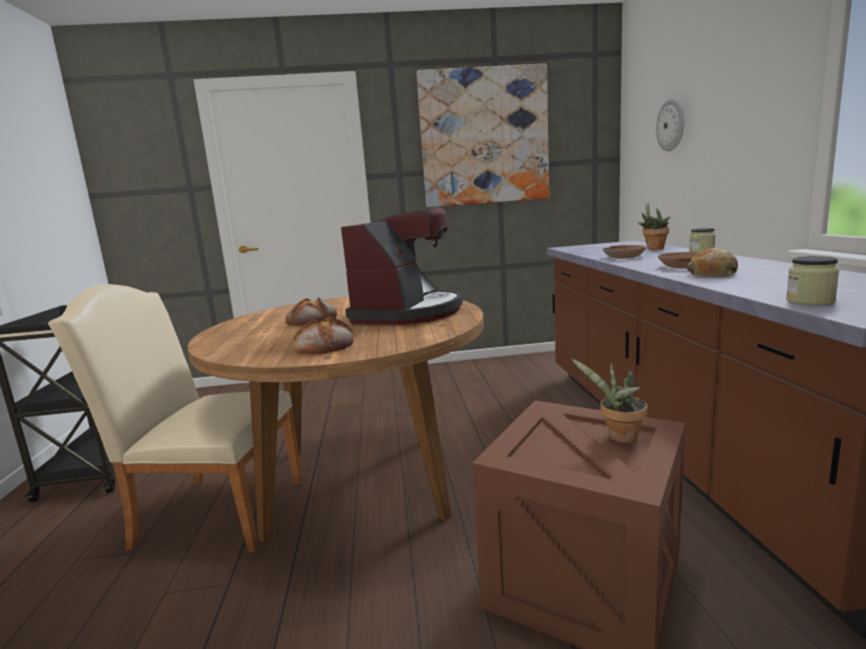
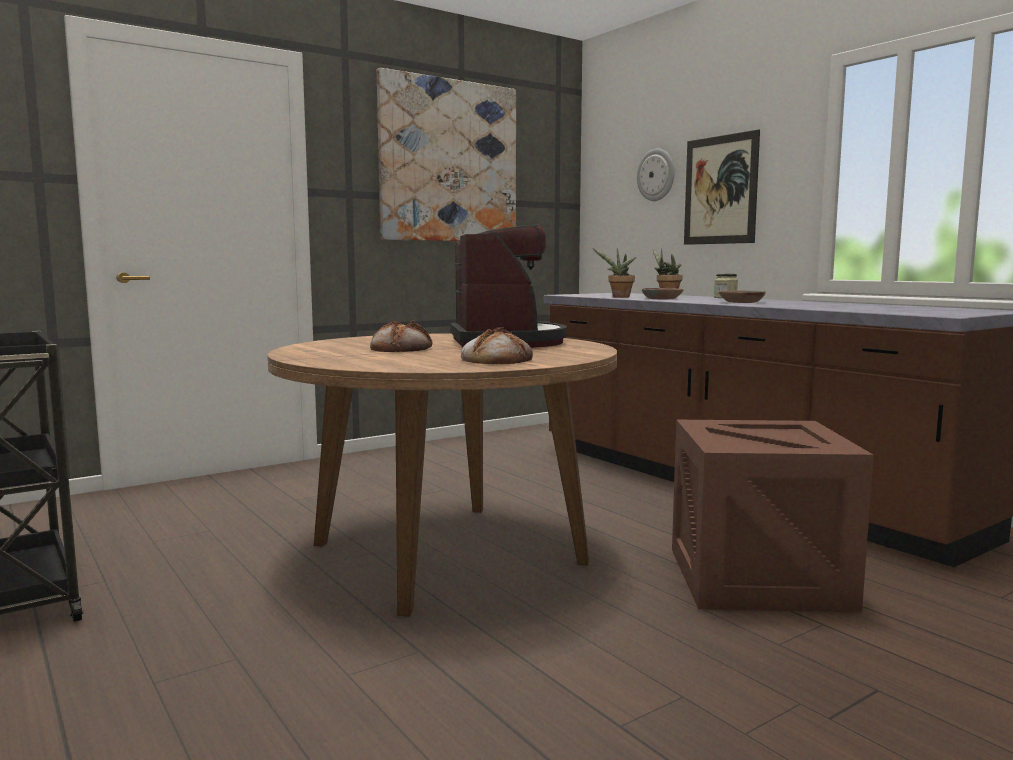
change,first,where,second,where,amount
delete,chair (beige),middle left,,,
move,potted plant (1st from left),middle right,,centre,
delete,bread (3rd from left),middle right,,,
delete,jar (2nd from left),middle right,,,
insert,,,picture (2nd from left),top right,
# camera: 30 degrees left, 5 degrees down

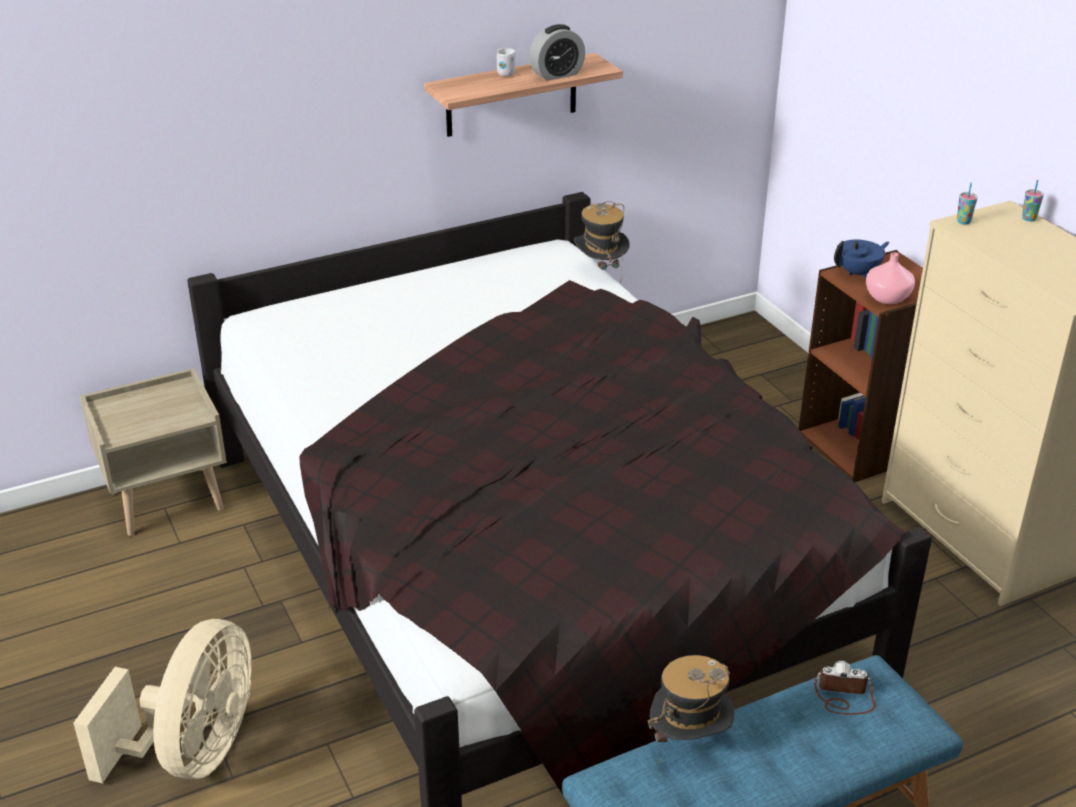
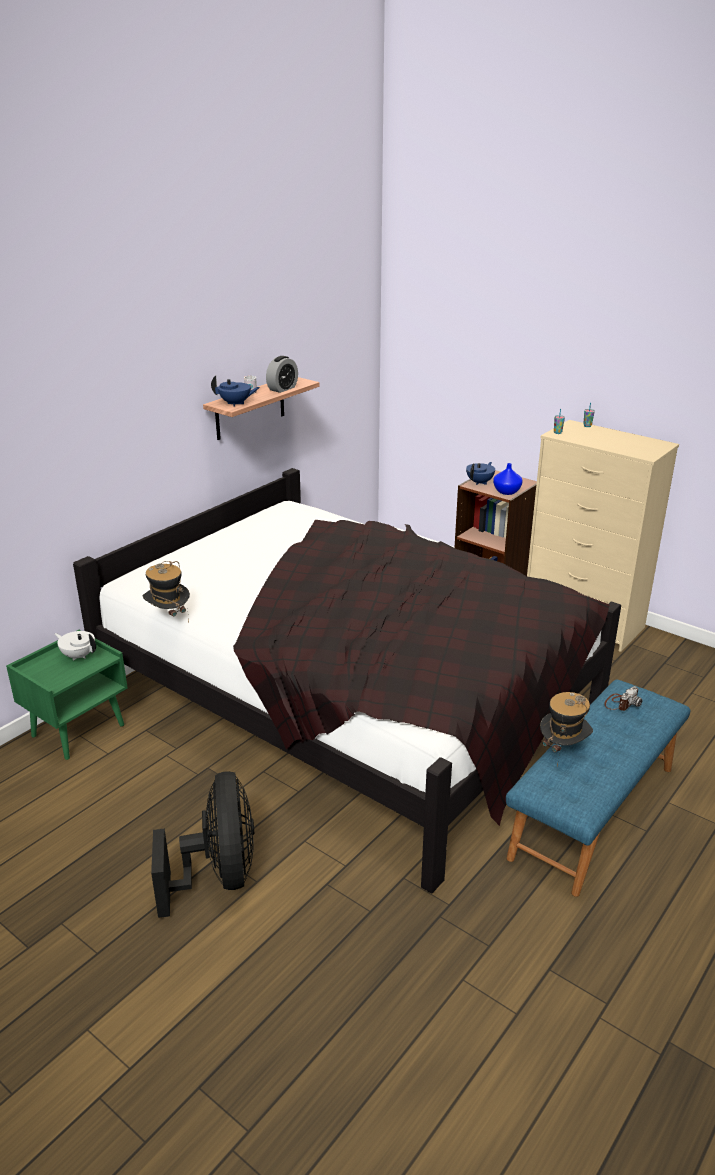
change,first,where,second,where,amount
recolor,fan (beige),bottom left,fan (black),bottom left,
recolor,nightstand (beige),middle left,nightstand (green),middle left,
move,hat (1st from left),top centre,,middle left,
rotate,photo camera,bottom right,,middle right,150 degrees clockwise
recolor,vase (pink),middle right,vase (blue),middle right,
insert,,,teapot (white),middle left,
insert,,,teapot (blue) (1st from left),top left,
# camera: 25 degrees left, 5 degrees down

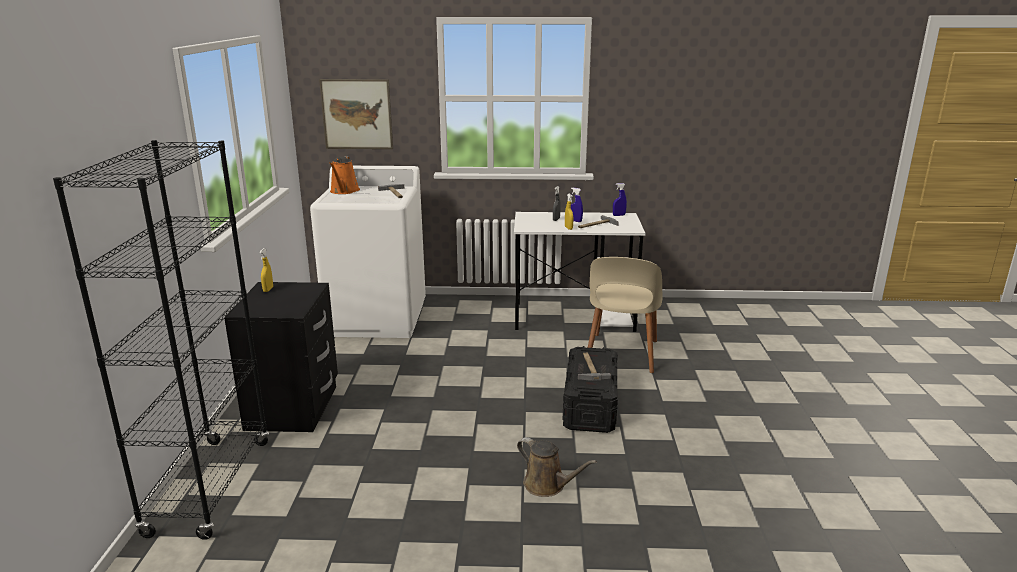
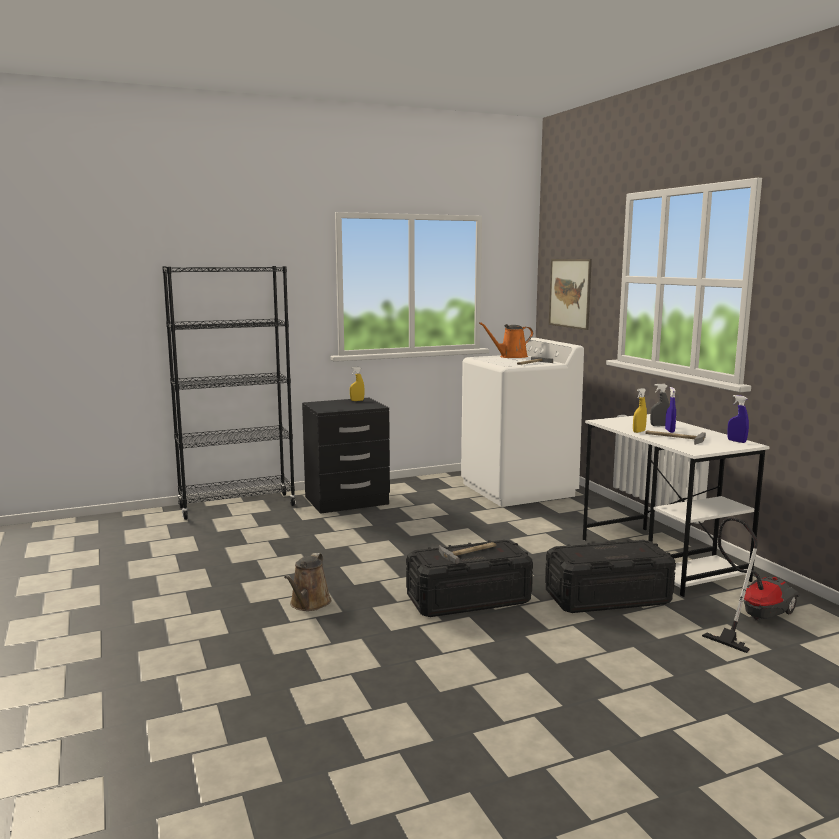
change,first,where,second,where,amount
replace,chair (beige),centre,storage box (black) (2nd from left),bottom right,
insert,,,vacuum cleaner,bottom right,
# camera: 65 degrees right, 10 degrees down

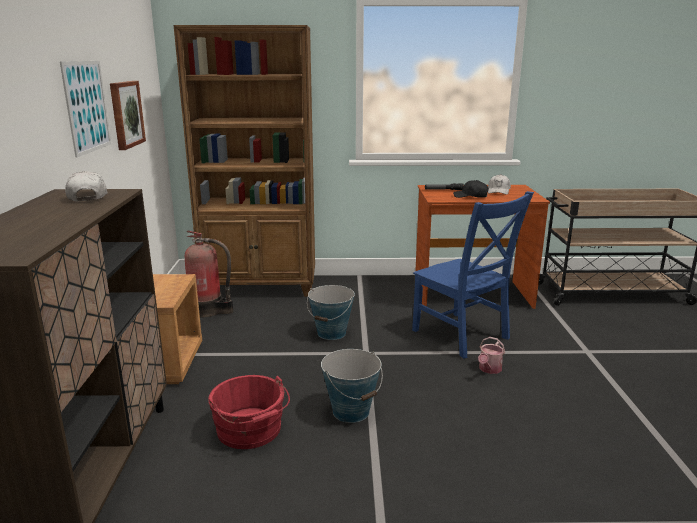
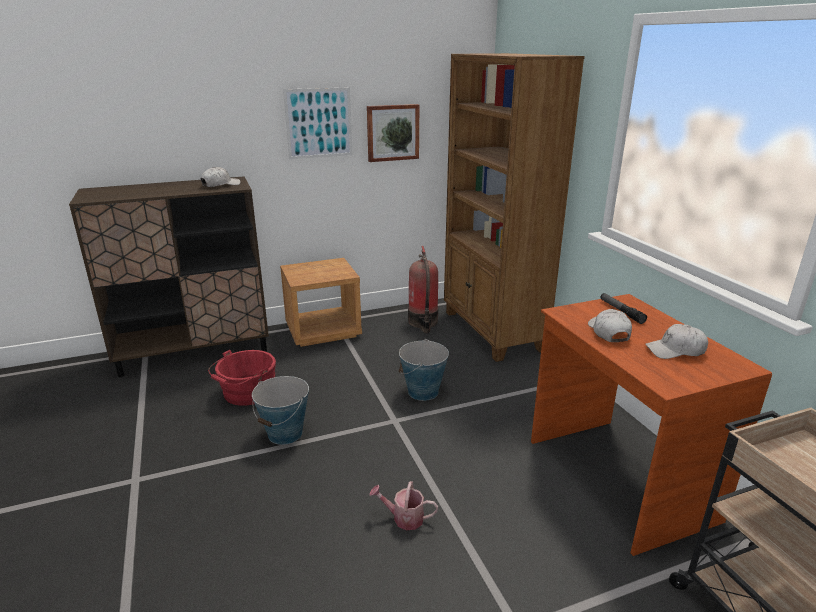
change,first,where,second,where,amount
delete,chair (blue),middle right,,,
recolor,cap (black),middle right,cap (white) (2nd from left),middle right,
# camera: 70 degrees right, 5 degrees up

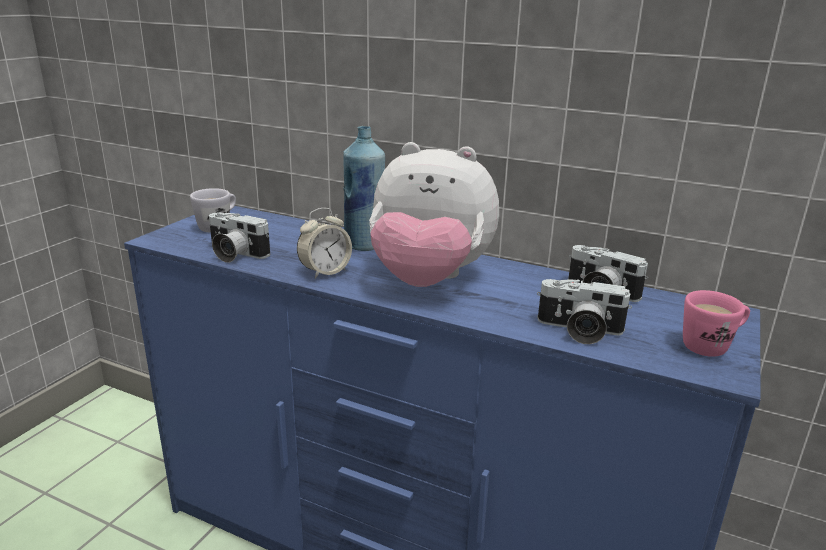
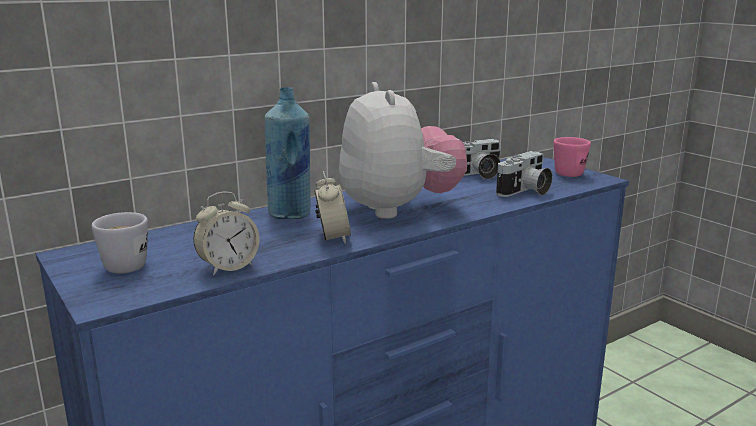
change,first,where,second,where,amount
replace,photo camera (1st from left),middle left,alarm clock (1st from left),middle left,
rotate,plush toy,centre,,centre,60 degrees counterclockwise
# camera: 60 degrees left, 5 degrees down

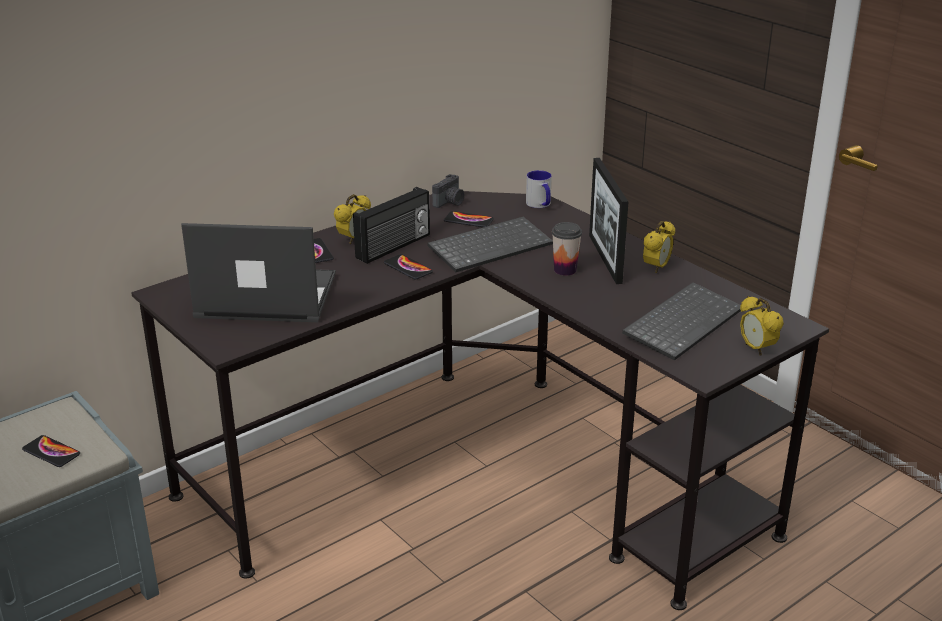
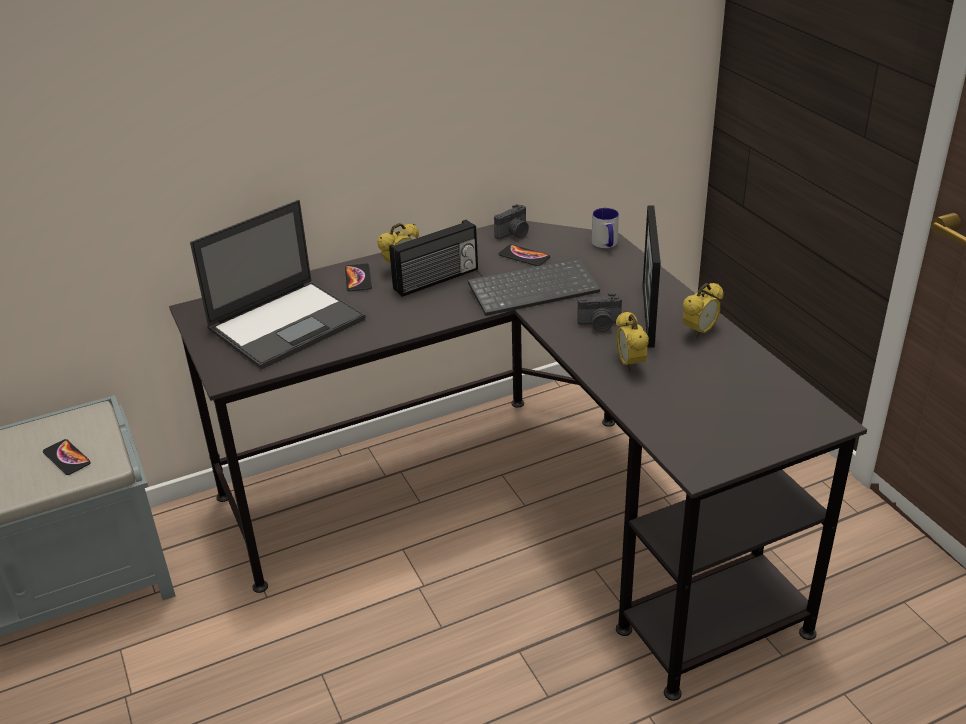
change,first,where,second,where,amount
rotate,laptop,middle left,,middle left,120 degrees clockwise
delete,phone (3rd from left),centre,,,
replace,cup,centre,photo camera (2nd from left),centre,
delete,keyboard (2nd from left),middle right,,,
move,alarm clock (3rd from left in the first image),middle right,alarm clock (2nd from left),centre,
# camera: 15 degrees right, 5 degrees up

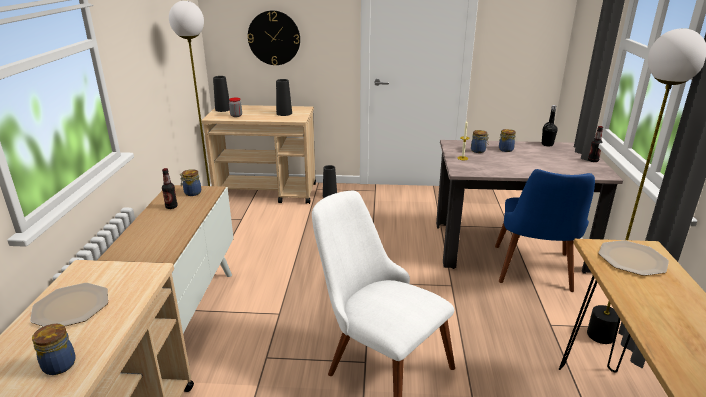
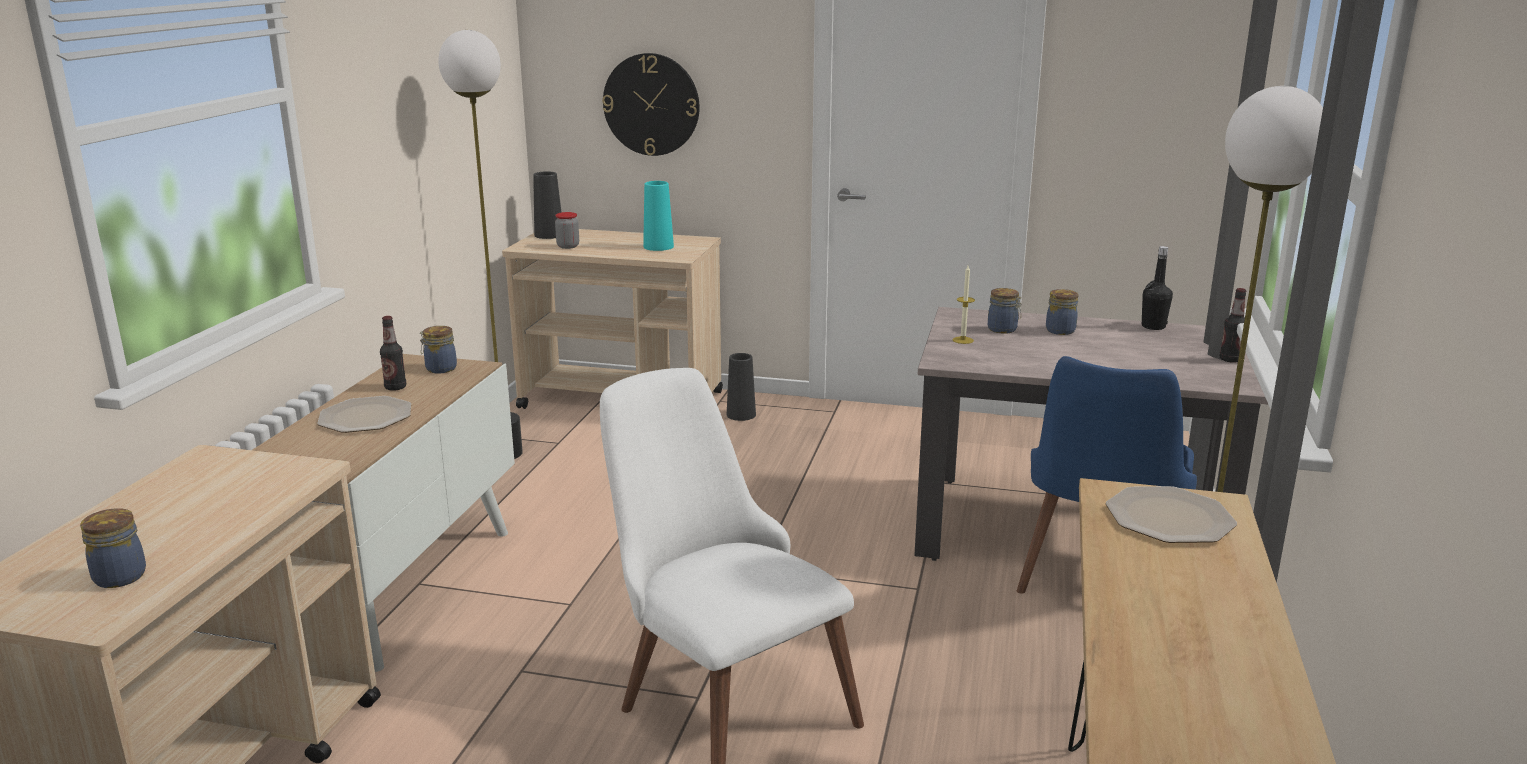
change,first,where,second,where,amount
move,plate (1st from left),bottom left,,middle left,
recolor,vase (black) (2nd from left),top centre,vase (turquoise),top centre,
# camera: 10 degrees right, 5 degrees down

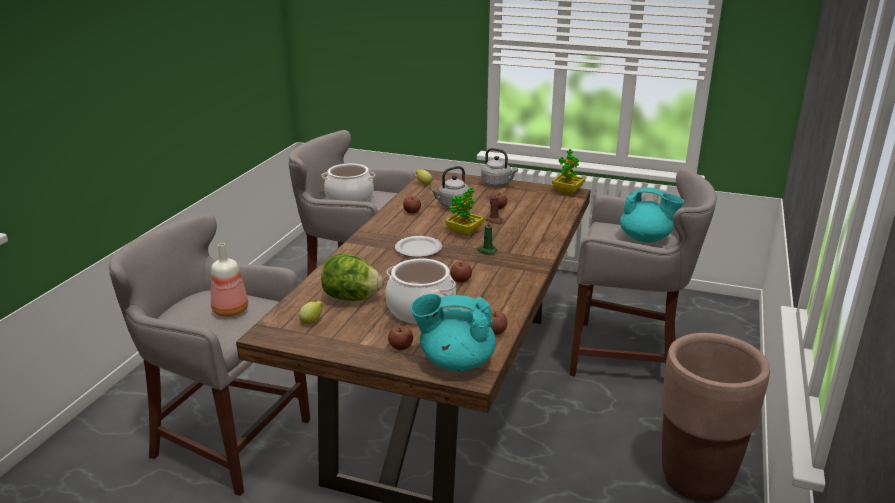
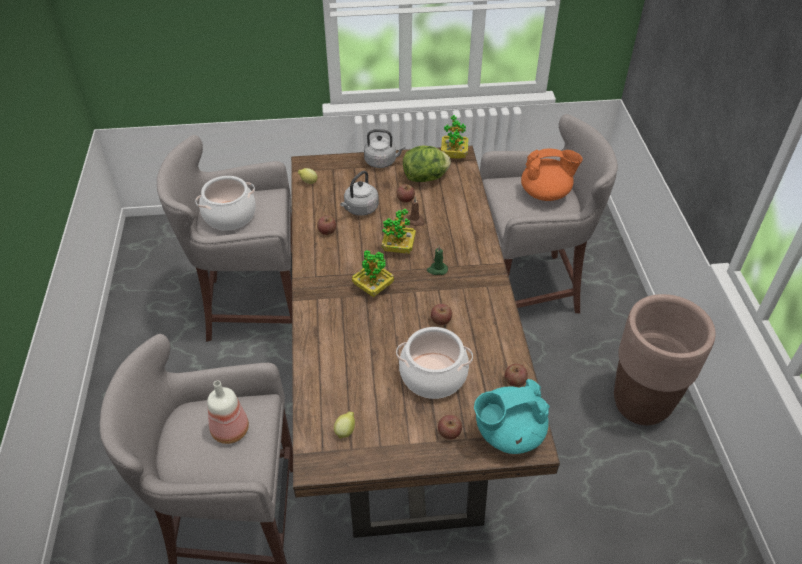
change,first,where,second,where,amount
move,lettuce,centre,,top centre,
replace,plate,centre,potted plant (1st from left),centre,
recolor,teapot (turquoise) (2nd from left),middle right,teapot (orange),top right,
# camera: 25 degrees left, 20 degrees up

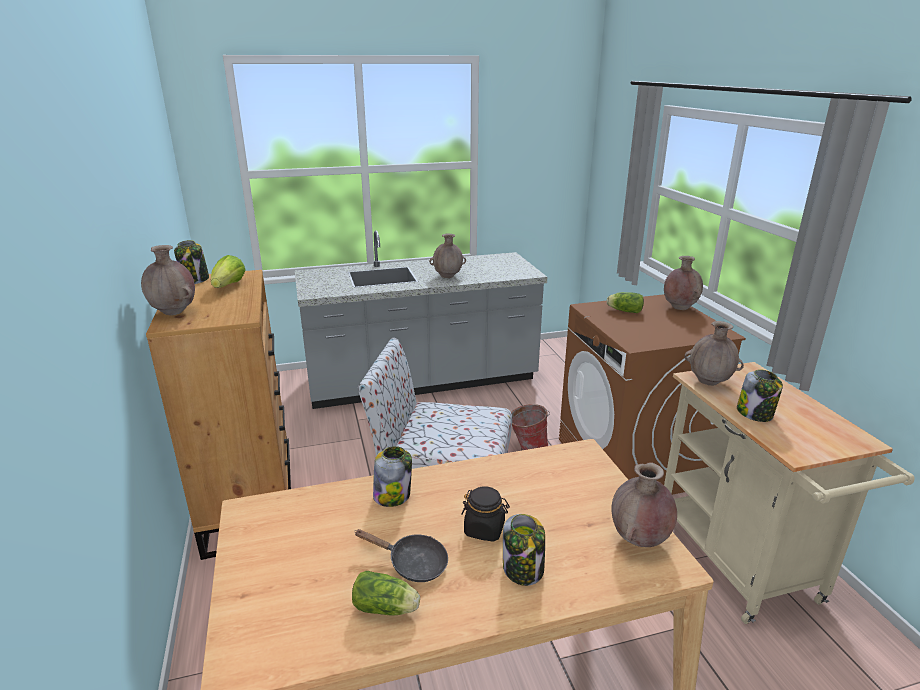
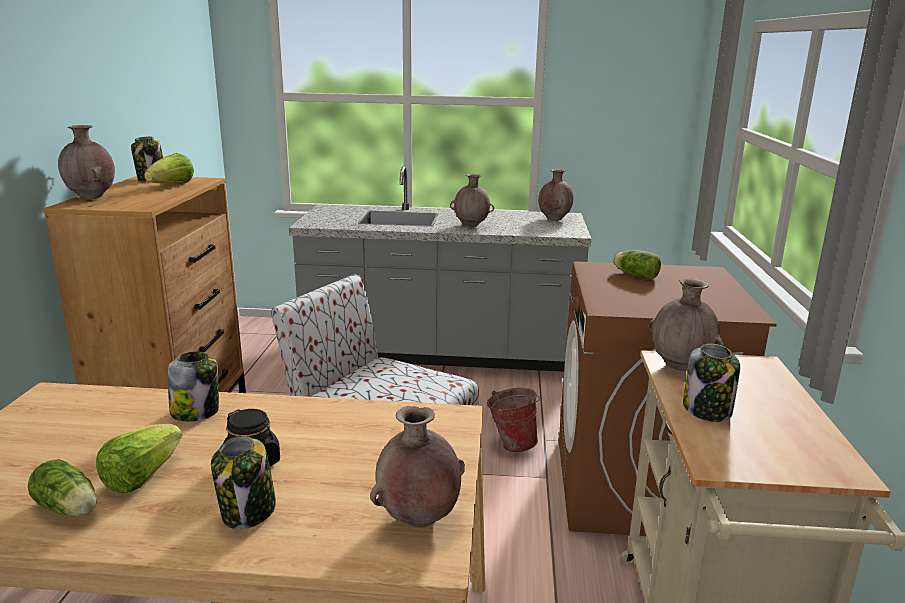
change,first,where,second,where,amount
replace,frying pan (black),bottom centre,lettuce (2nd from left),bottom left,
move,vase (brown) (4th from left),middle right,,top centre,
# camera: 20 degrees right, 5 degrees down

